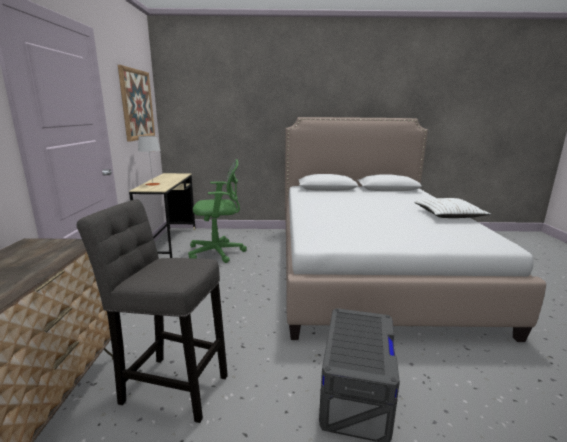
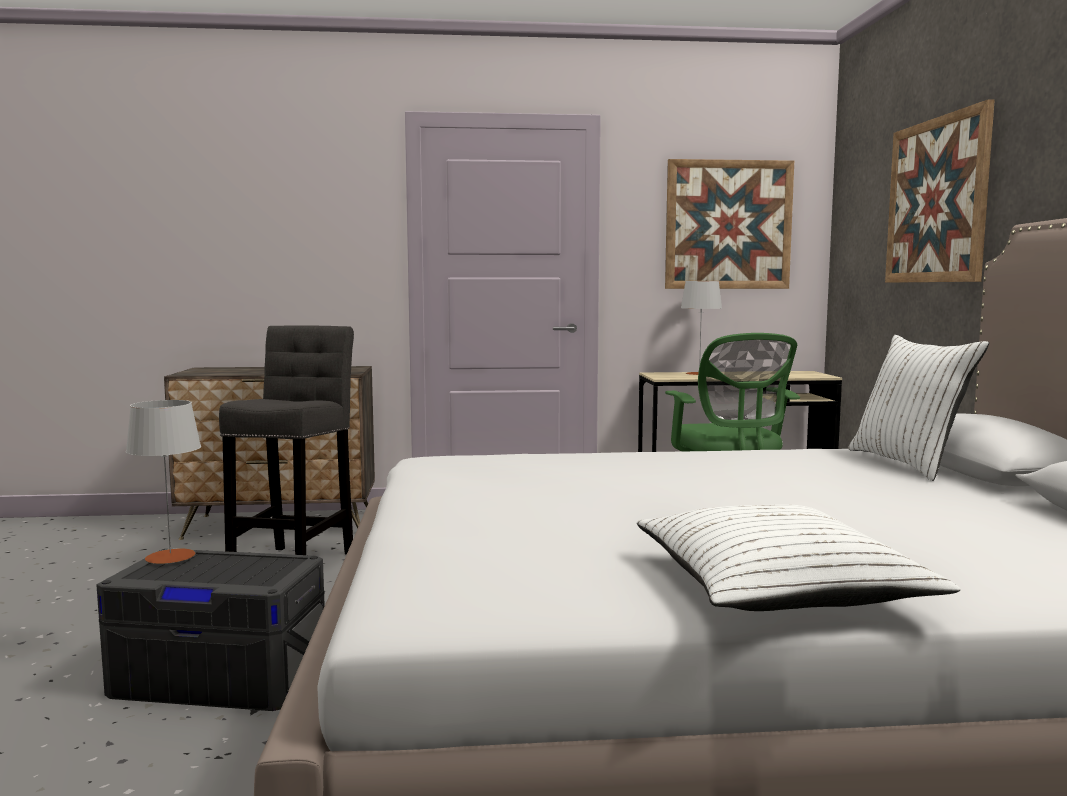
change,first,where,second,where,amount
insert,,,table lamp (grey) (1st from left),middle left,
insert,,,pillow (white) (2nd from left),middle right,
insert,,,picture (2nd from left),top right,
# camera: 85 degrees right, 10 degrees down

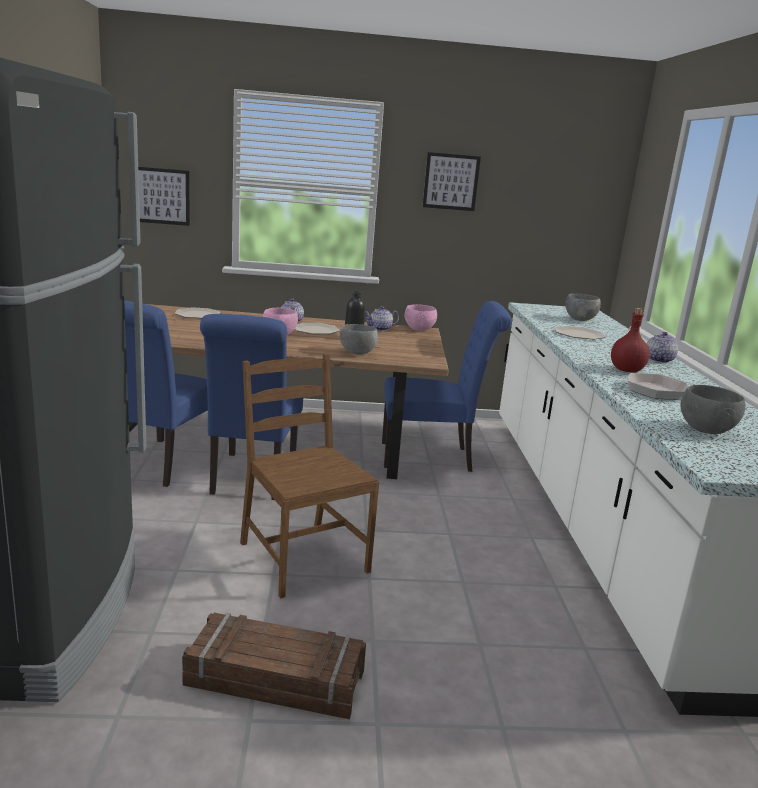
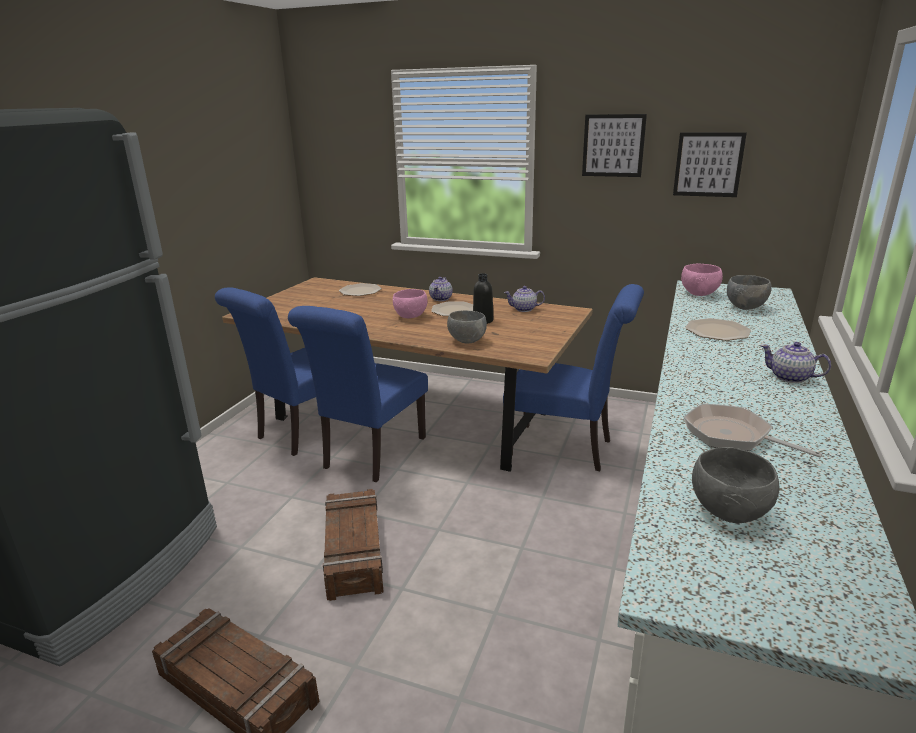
change,first,where,second,where,amount
move,picture (1st from left in the first image),top left,picture (2nd from left),top right,
replace,chair (brown),centre,crate (2nd from left),bottom centre,
move,bowl (pink) (2nd from left),centre,,middle right,
delete,bottle (red),middle right,,,
rotate,teapot (3rd from left),middle right,,middle right,105 degrees counterclockwise
# camera: 25 degrees right, 5 degrees up

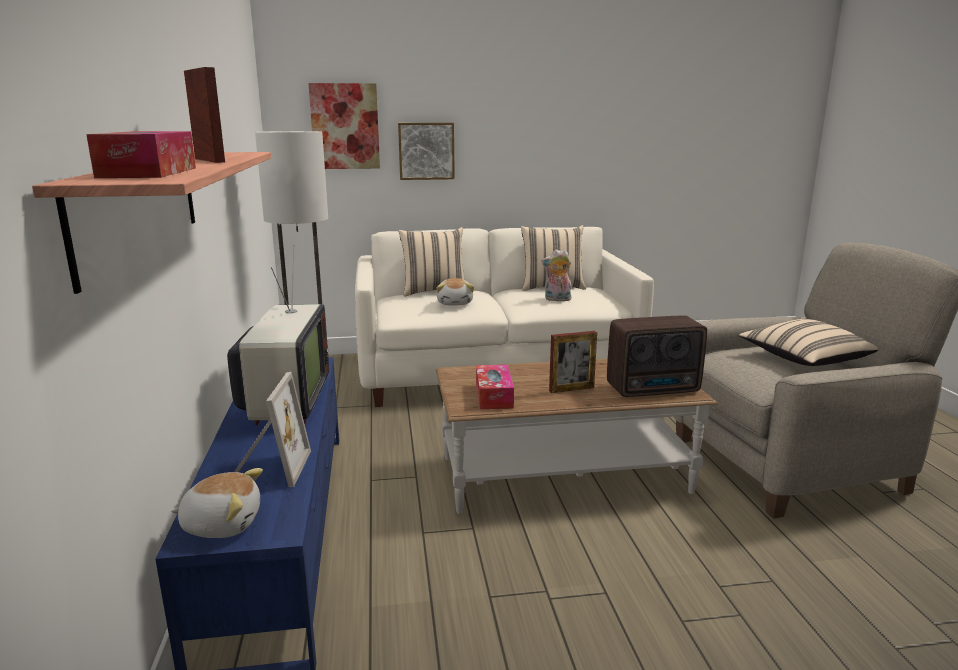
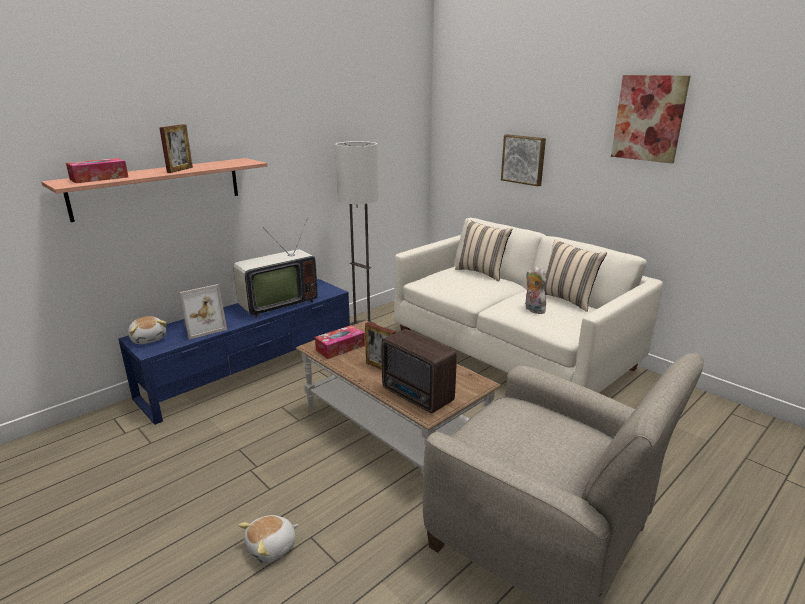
change,first,where,second,where,amount
move,picture (1st from left in the first image),top centre,picture (2nd from left),top right,
move,plush toy (2nd from left),centre,,bottom left,
delete,pillow (beige) (3rd from left),middle right,,,
# camera: 55 degrees right, 5 degrees up

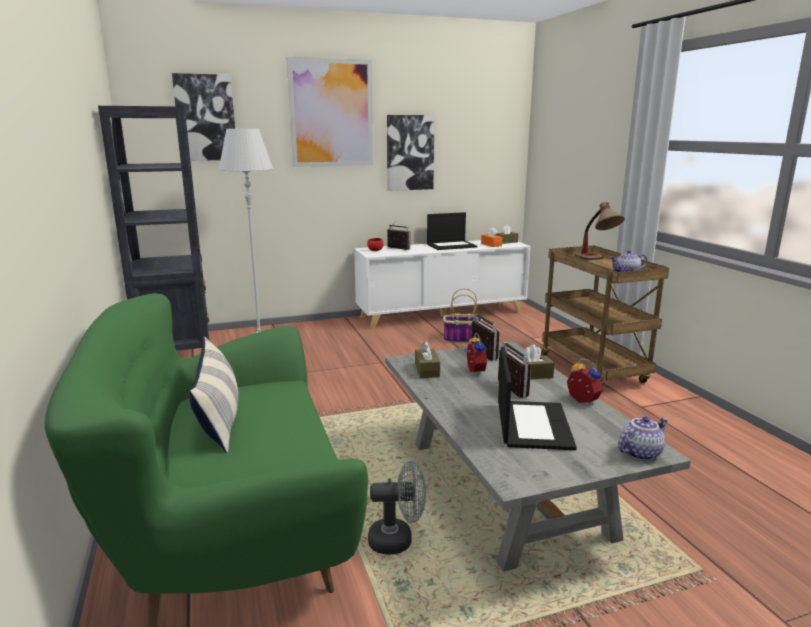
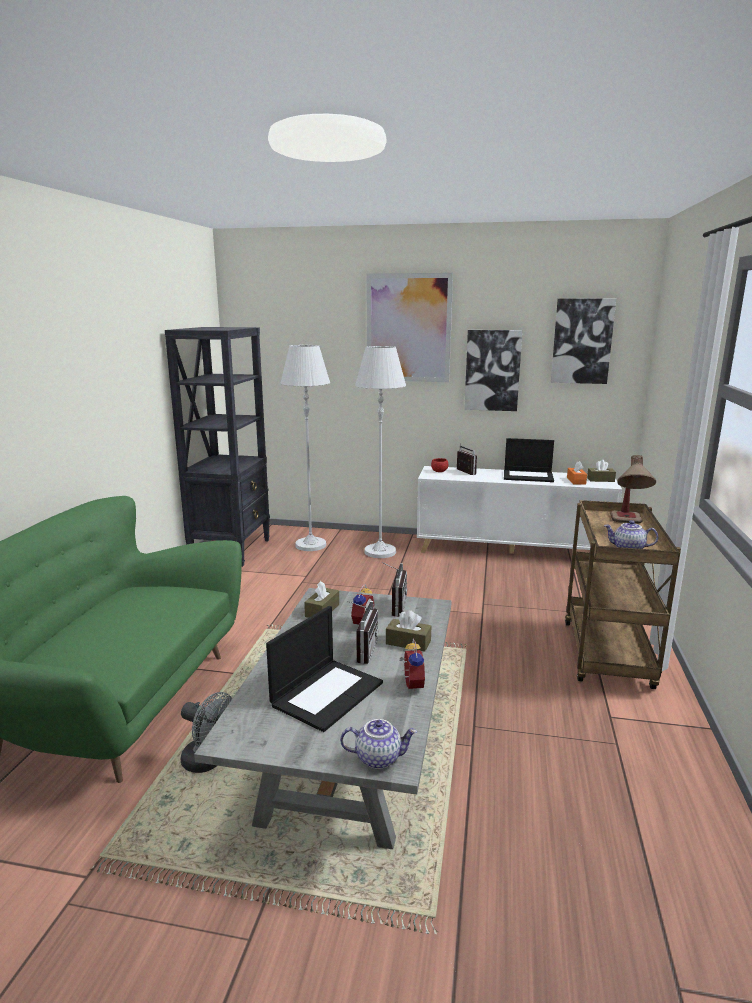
change,first,where,second,where,amount
move,picture (1st from left in the first image),top left,picture (3rd from left),middle right,
delete,pillow,middle left,,,
delete,basket,centre,,,
insert,,,floor lamp (white) (2nd from left),centre,
# camera: 30 degrees right, 0 degrees up

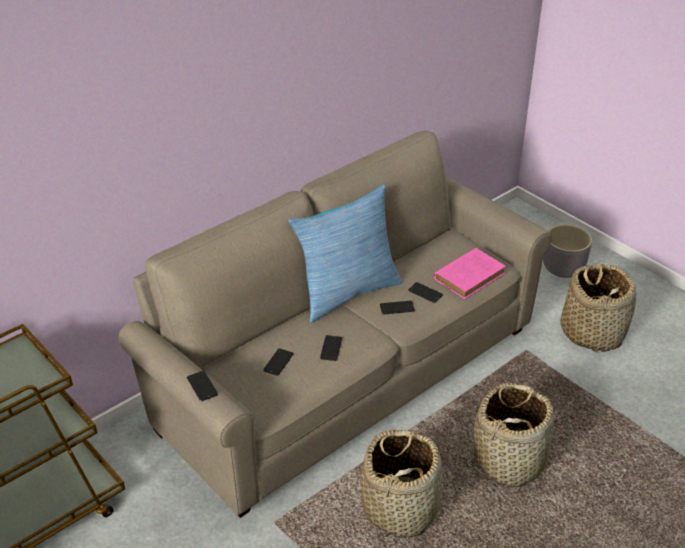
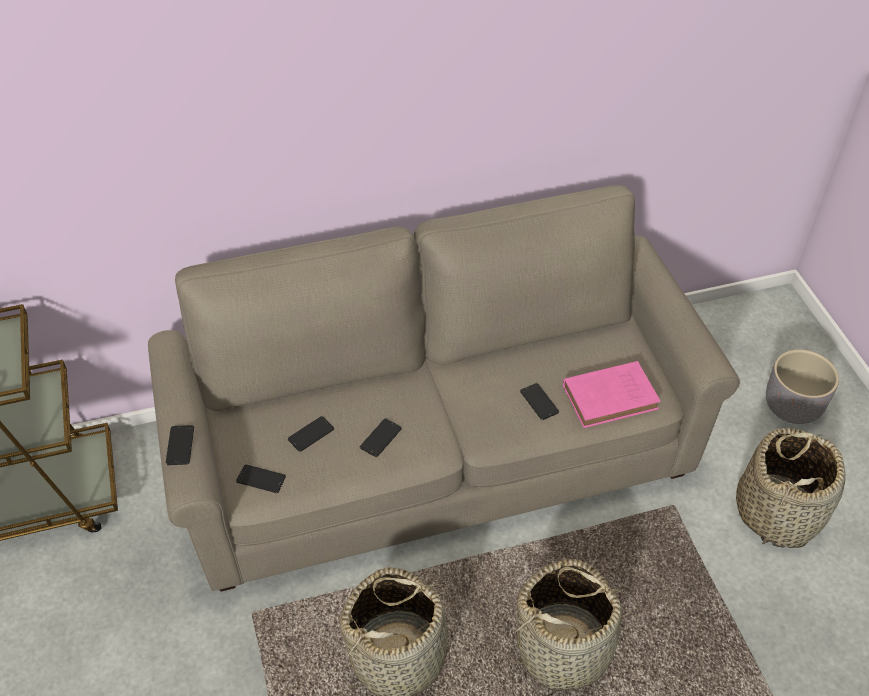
change,first,where,second,where,amount
delete,pillow,centre,,,
move,phone (4th from left in the first image),centre,phone (2nd from left),bottom left,
# camera: 25 degrees right, 10 degrees up

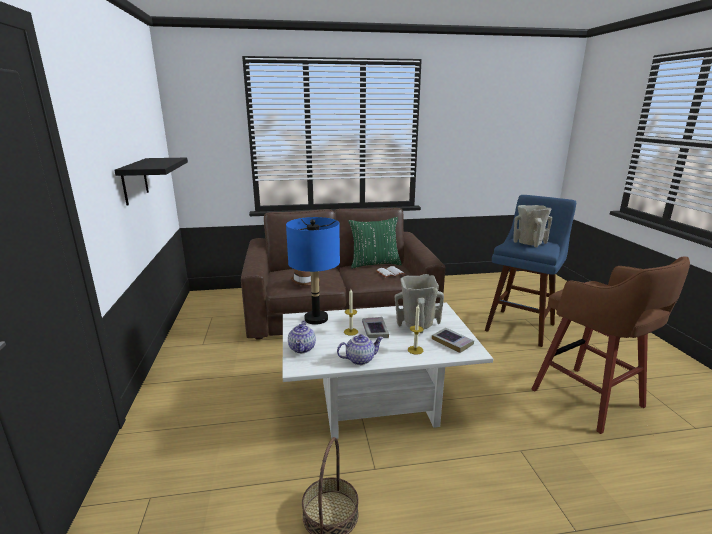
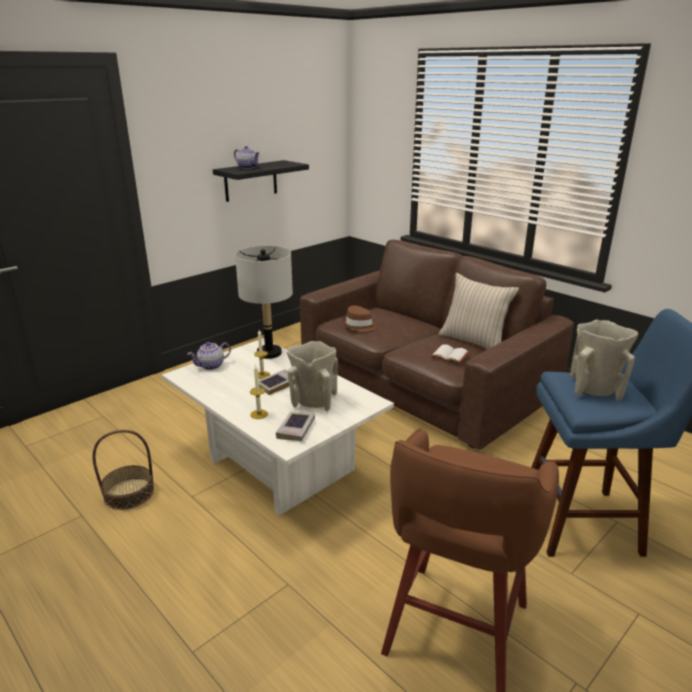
change,first,where,second,where,amount
recolor,table lamp (blue),centre,table lamp (grey),centre,
move,teapot (2nd from left),centre,,top centre,
recolor,pillow (green),centre,pillow (beige),middle right,
# camera: 55 degrees right, 5 degrees up

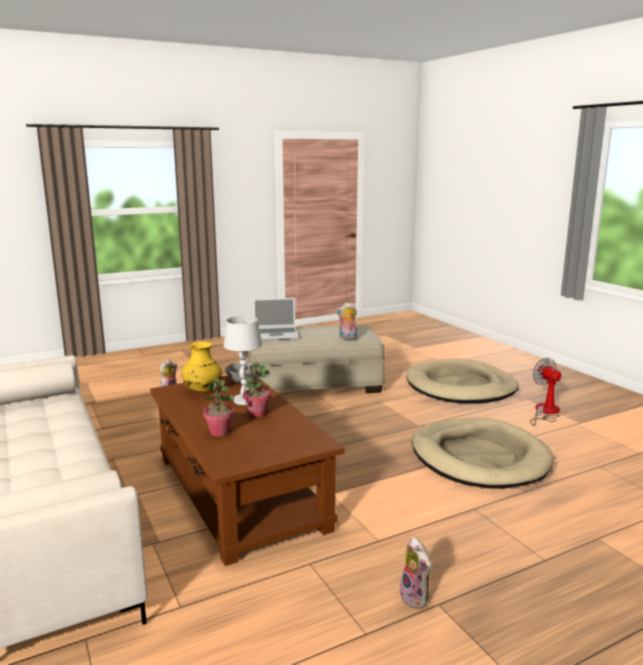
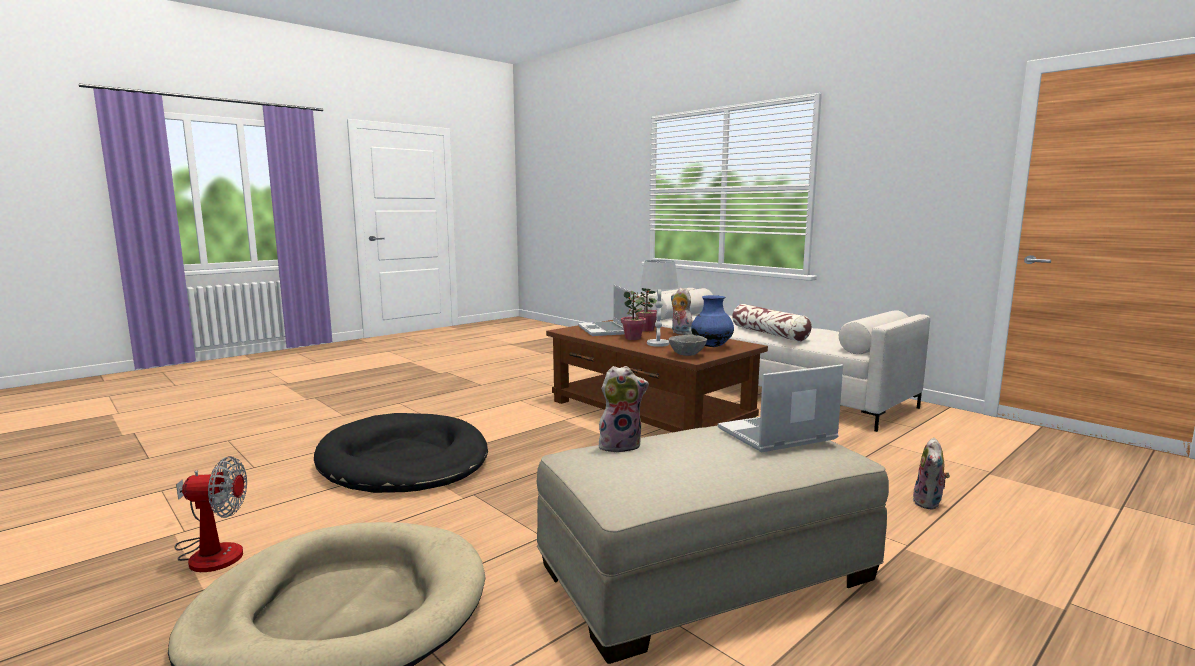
change,first,where,second,where,amount
recolor,vase (yellow),middle left,vase (blue),centre,
move,plush toy (3rd from left in the first image),bottom centre,plush toy (2nd from left),centre,
recolor,dog bed (beige) (2nd from left),bottom right,dog bed (black),bottom centre,
rotate,fan,middle right,,bottom left,60 degrees counterclockwise
insert,,,laptop (1st from left),centre,
insert,,,pillow,centre,
# camera: 165 degrees right, 5 degrees down

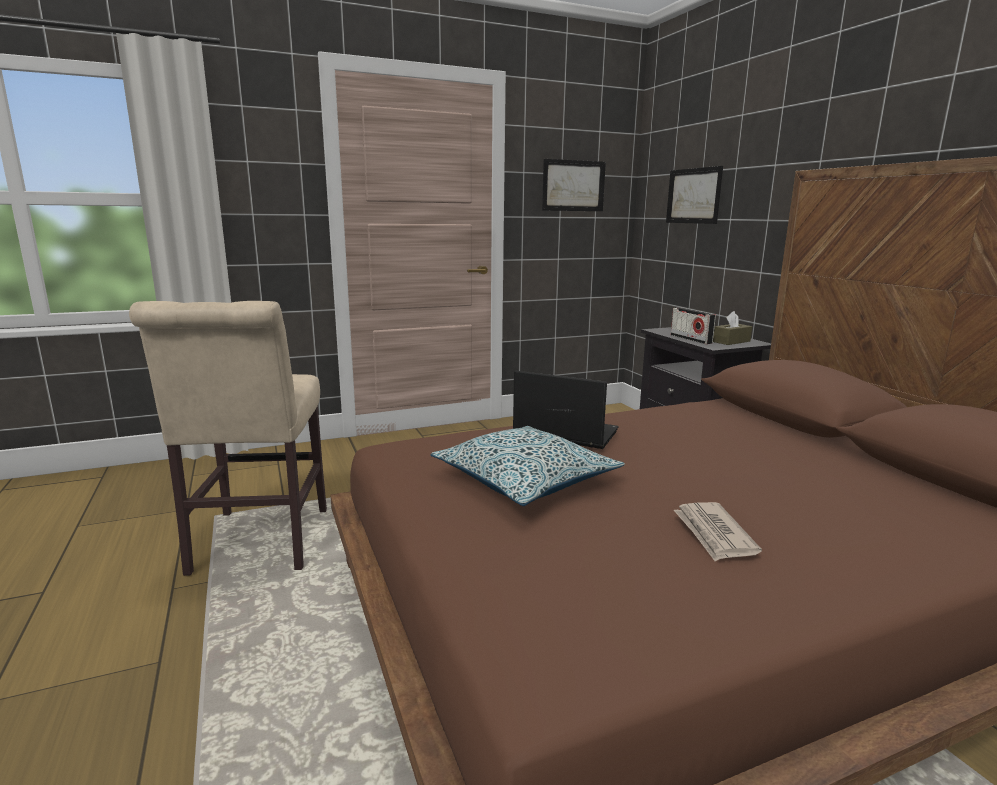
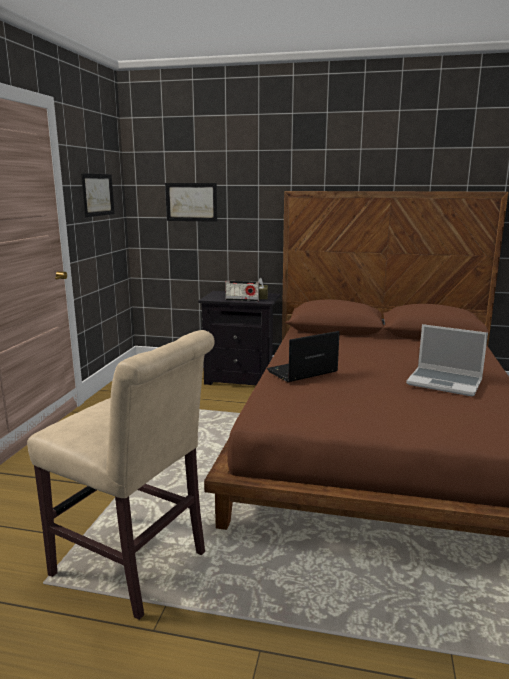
change,first,where,second,where,amount
delete,pillow,centre,,,
replace,newspaper,bottom right,laptop (2nd from left),middle right,
# camera: 55 degrees left, 0 degrees up

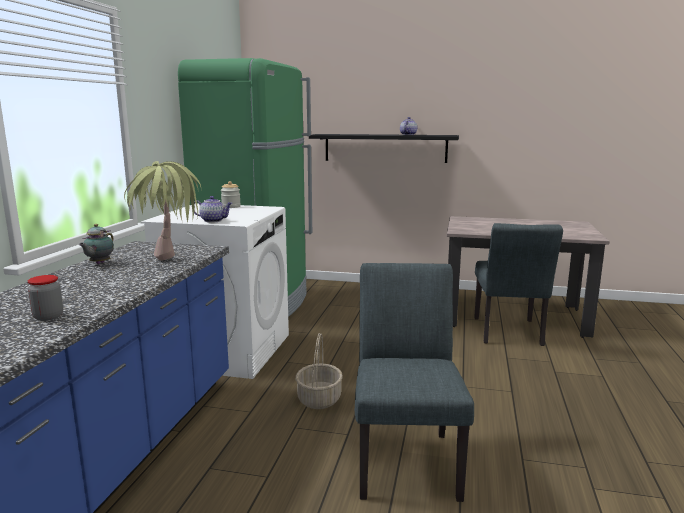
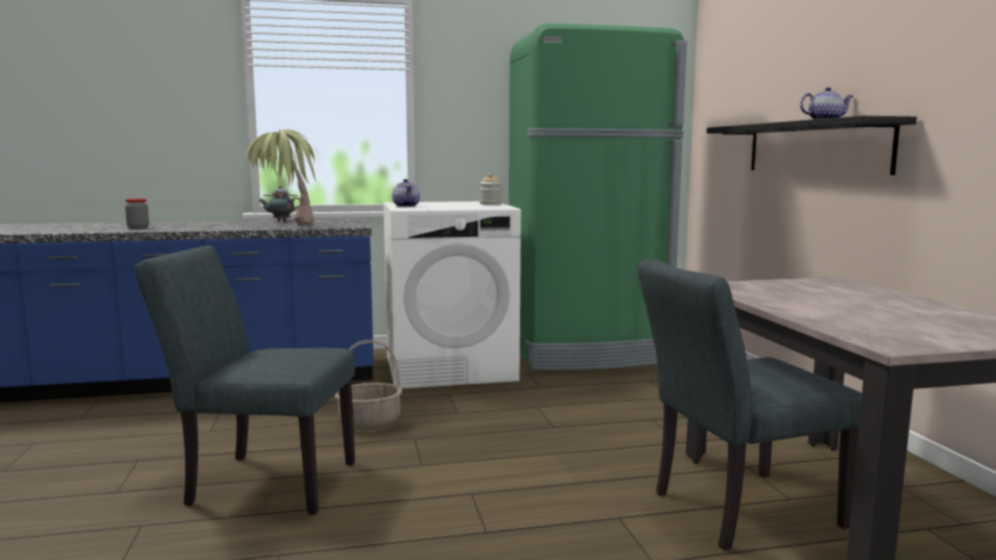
change,first,where,second,where,amount
rotate,chair (grey) (1st from left),bottom centre,,bottom left,150 degrees counterclockwise
# camera: 65 degrees right, 5 degrees down

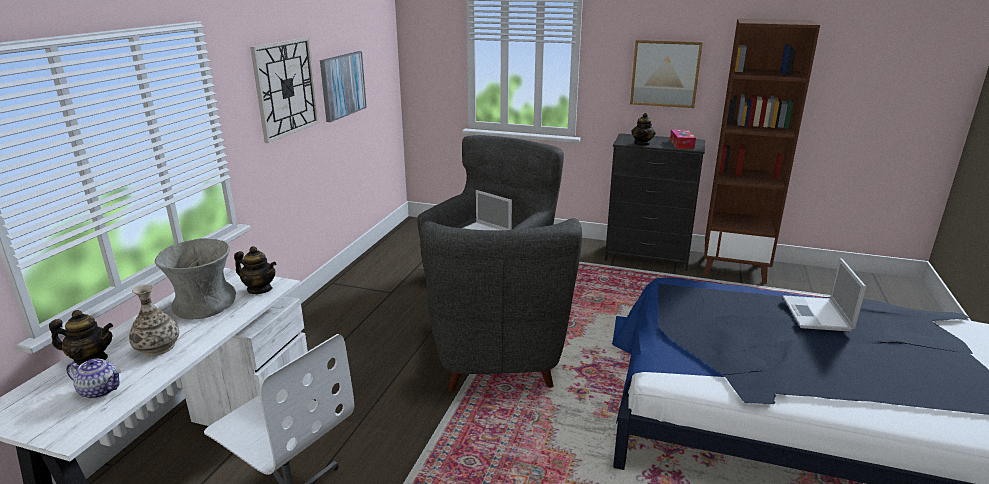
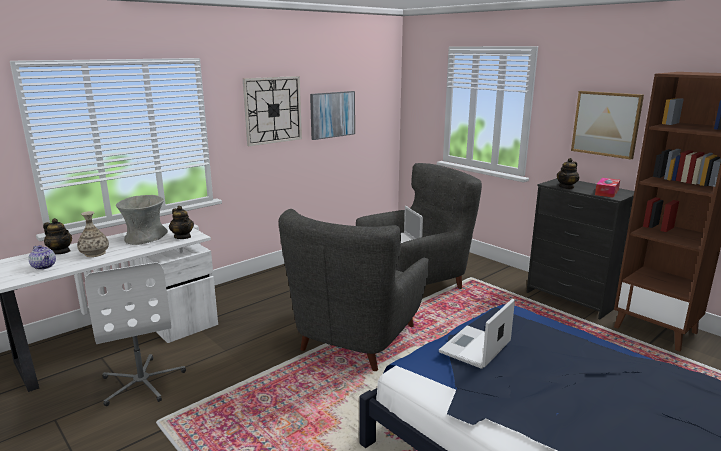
change,first,where,second,where,amount
move,laptop (2nd from left),middle right,,bottom centre,
# camera: 30 degrees right, 5 degrees down

